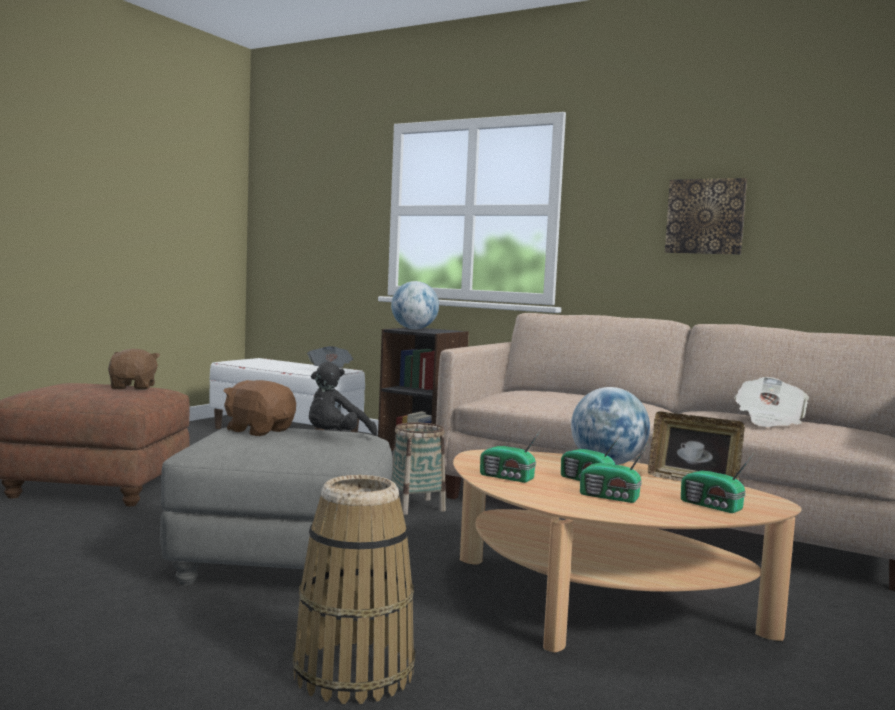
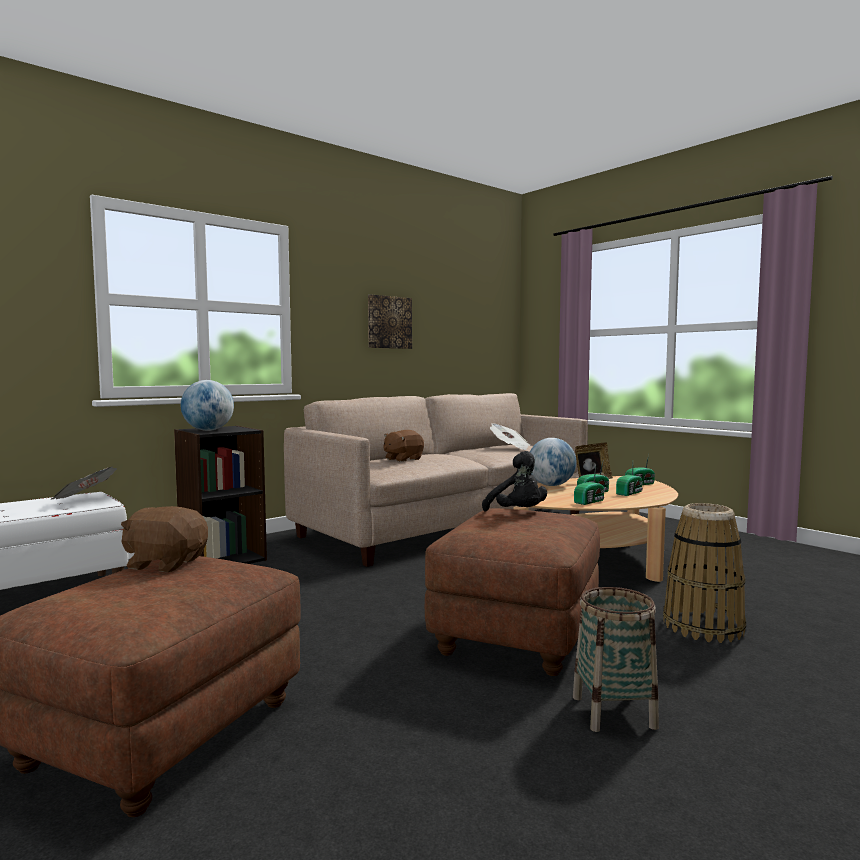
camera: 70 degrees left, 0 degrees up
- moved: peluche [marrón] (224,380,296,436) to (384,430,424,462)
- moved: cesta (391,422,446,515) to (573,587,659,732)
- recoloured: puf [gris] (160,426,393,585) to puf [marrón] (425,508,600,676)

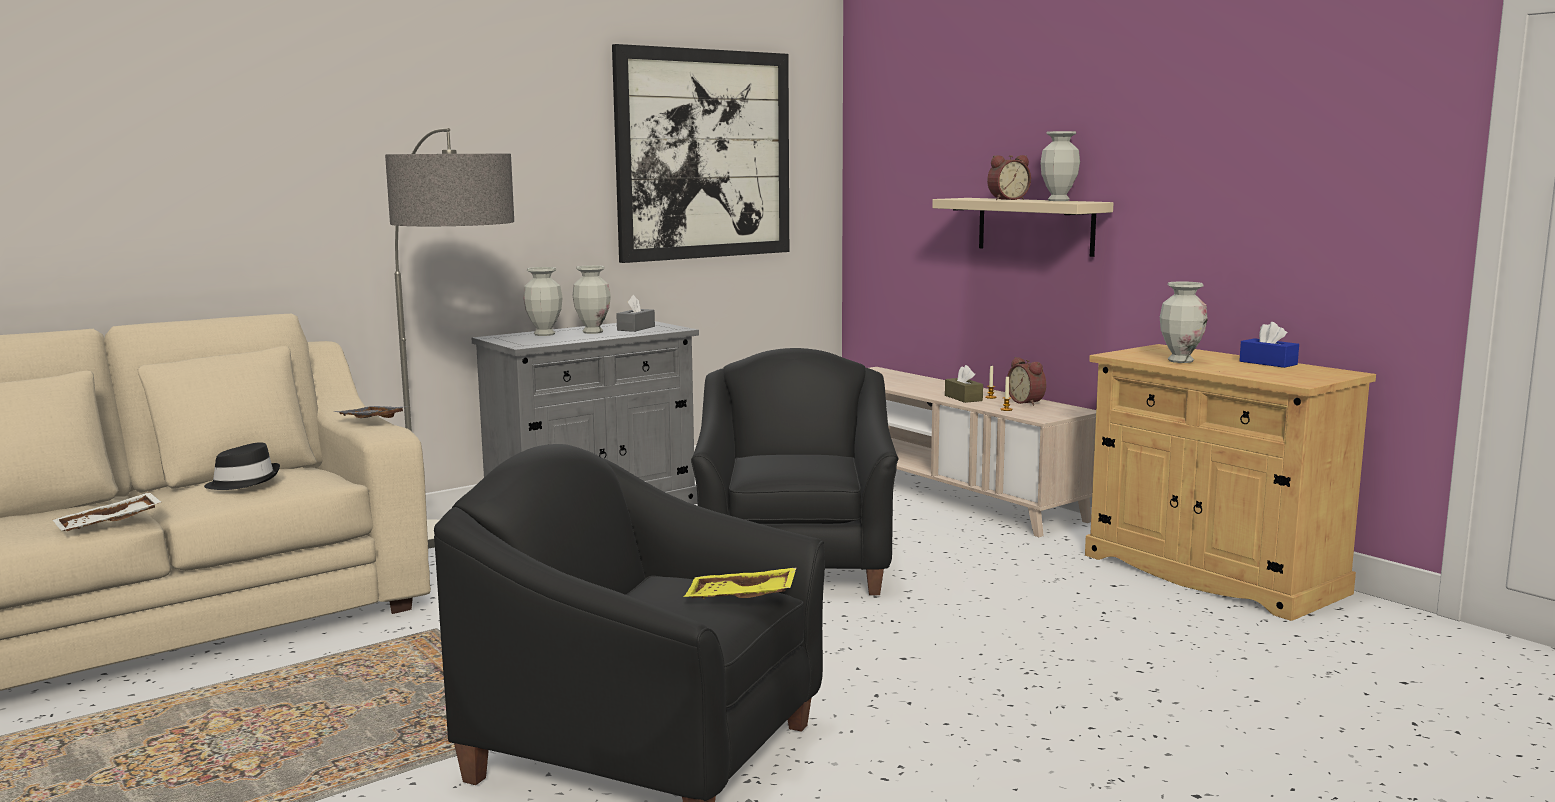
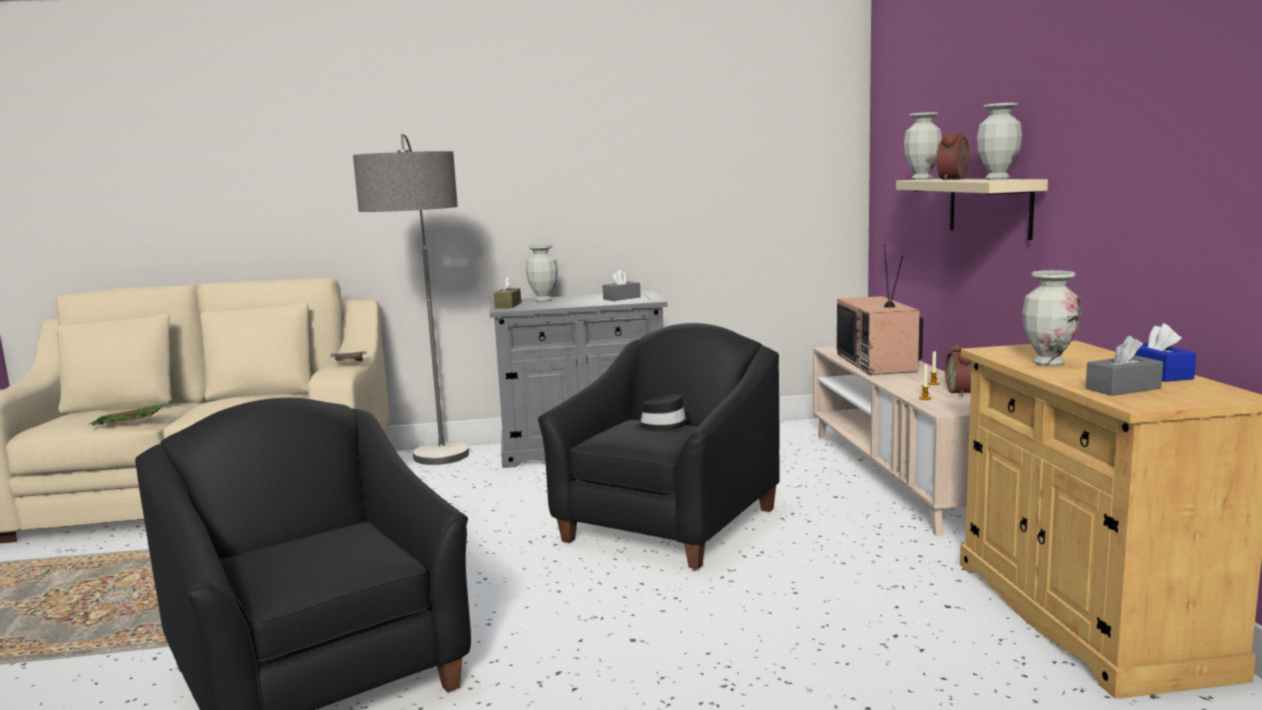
camera: 30 degrees right, 0 degrees up
- removed: cuadro (612,44,789,263)
- turned: despertador (987,155,1031,200) = (937,133,972,180) 120 degrees clockwise
- moved: florero (573,265,611,334) to (904,112,942,180)
- moved: caja de pañuelos [marrón] (945,365,983,403) to (494,276,521,308)
- moved: sombrero [negro] (204,442,280,490) to (634,394,691,432)
- recoloured: bandeja [blanco] (53,492,161,531) to bandeja [verde] (87,403,166,426)
- removed: bandeja [amarillo] (684,567,797,599)
- added: televisor (837,244,923,375)
- added: caja de pañuelos [gris] (1086,336,1163,396)

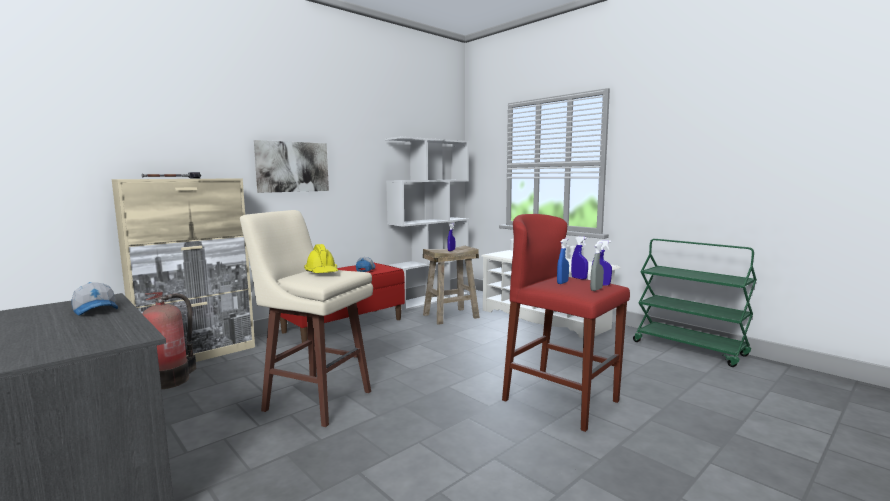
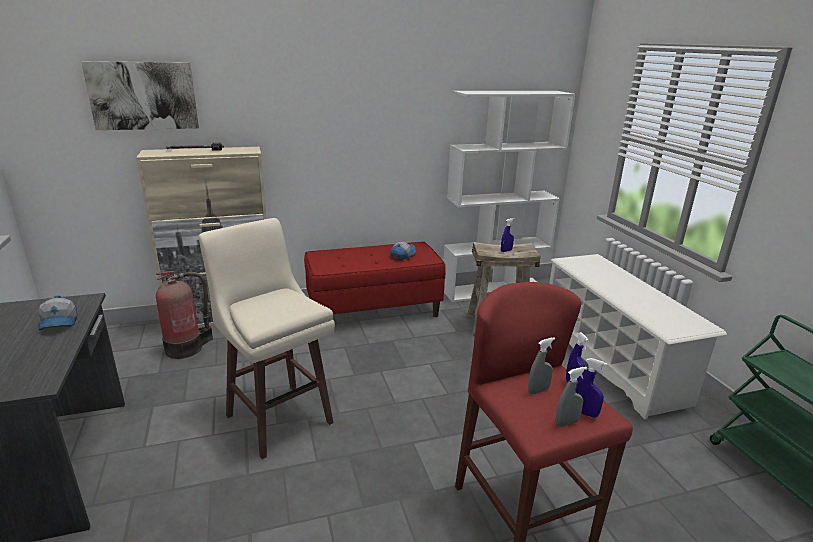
camera: 25 degrees right, 15 degrees up
- moved: cuadro (254,140,329,193) to (81,61,199,130)
- recoloured: pulverizador [azul] (557,238,569,284) to pulverizador [gris] (528,337,555,394)
- removed: casco [amarillo] (304,244,338,273)

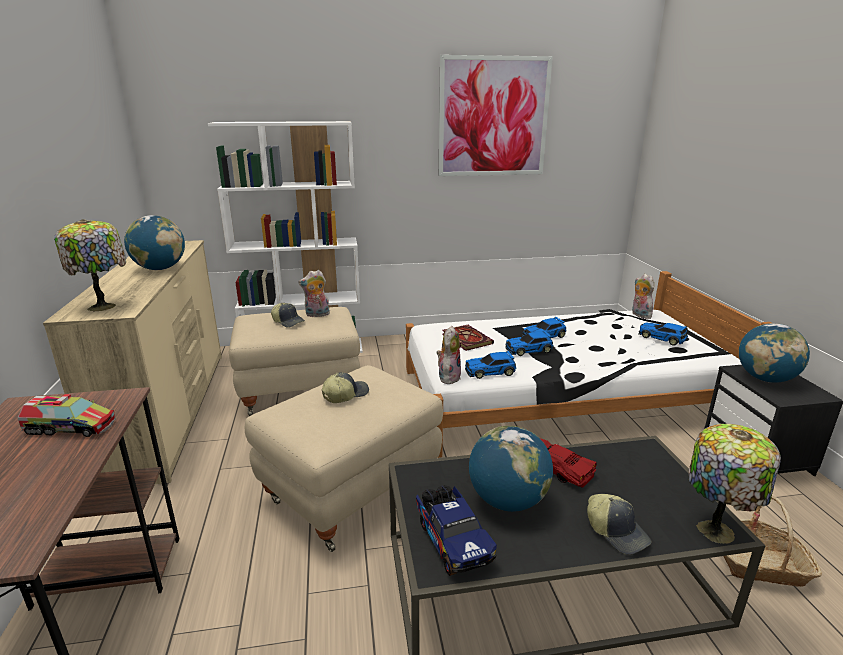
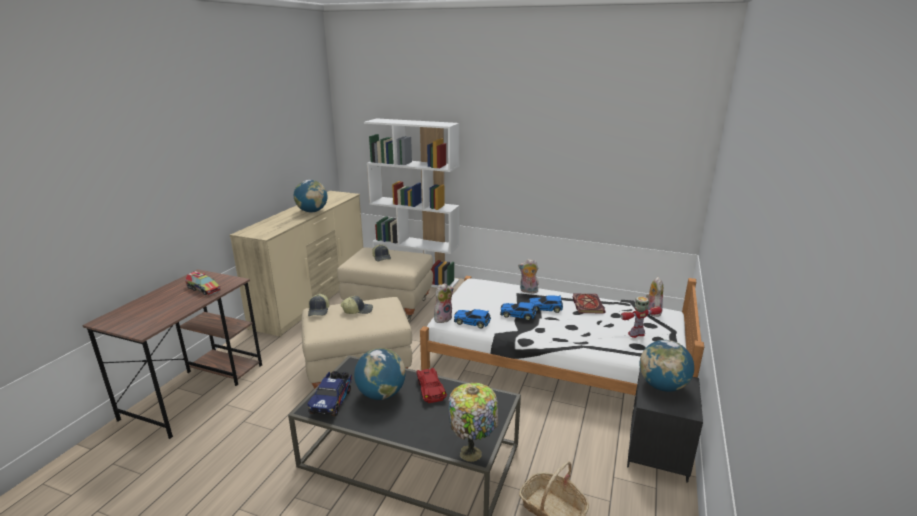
camera: 30 degrees right, 0 degrees up
- removed: cuadro (439,55,553,176)
- removed: lámpara de mesa (54,219,126,311)
- moved: peluche (298,270,330,317) to (518,259,539,293)
- replaced: coche de juguete (638,323,688,346) to robot de juguete (620,296,662,338)
- moved: libro (442,325,494,351) to (573,294,605,313)
- moved: gorra (587,494,652,555) to (308,294,329,316)

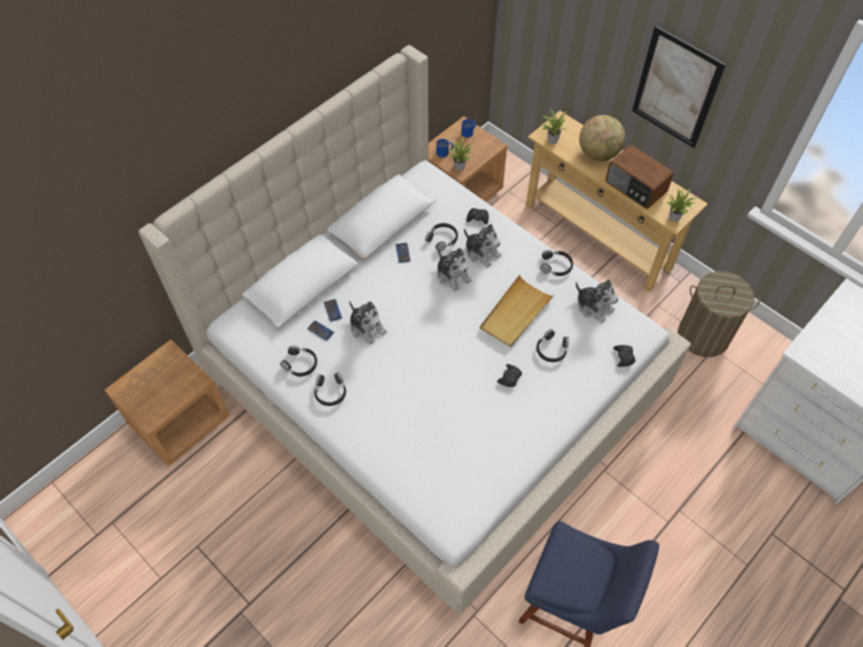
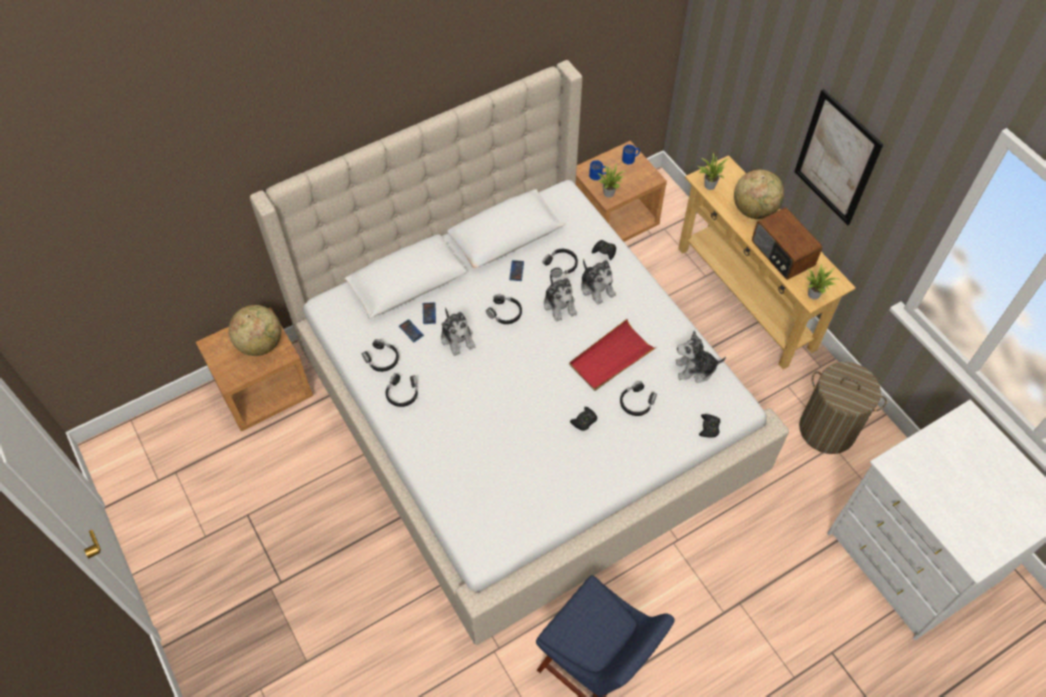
camera: 15 degrees right, 0 degrees up
- moved: auriculares [negro] (540,250,573,276) to (486,294,522,324)
- recoloured: bandeja [beis] (480,275,554,348) to bandeja [rojo] (569,319,656,391)
- turned: peluche (576,279,619,323) = (676,331,726,383) 120 degrees clockwise
- added: globo terráqueo (229,305,281,356)

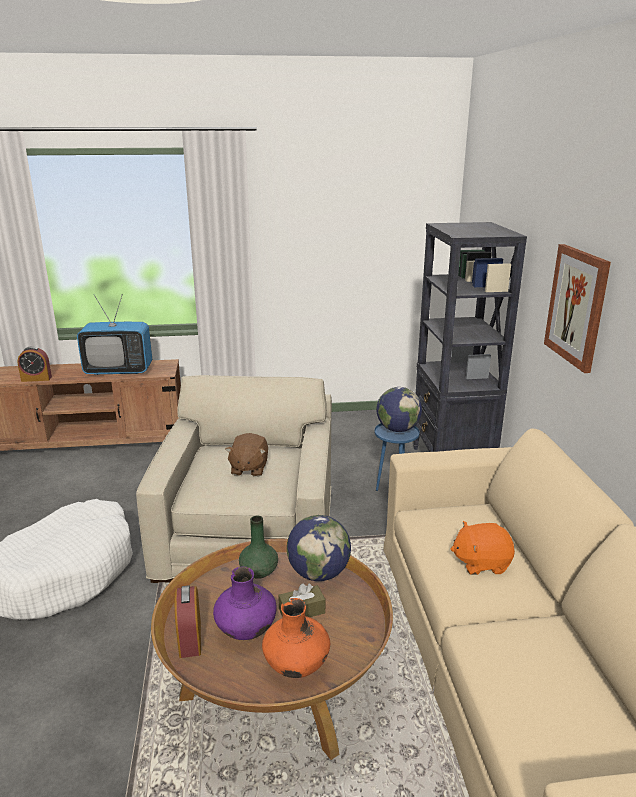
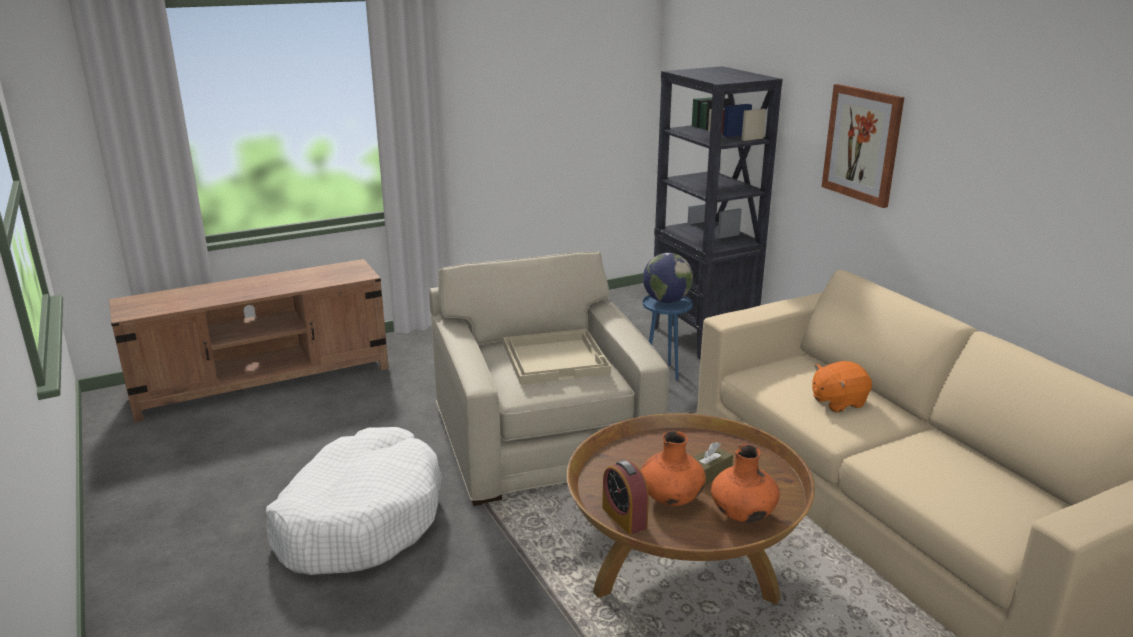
camera: 20 degrees left, 0 degrees up
- removed: televisor (77,294,152,375)
- removed: despertador (17,346,52,382)
- replaced: peluche [marrón] (225,433,268,477) to bandeja [beis] (503,329,611,385)
- removed: florero [verde] (239,515,278,579)
- removed: globo terráqueo (287,515,351,581)
- recoloured: florero [morado] (213,567,277,640) to florero [naranja] (641,431,706,506)

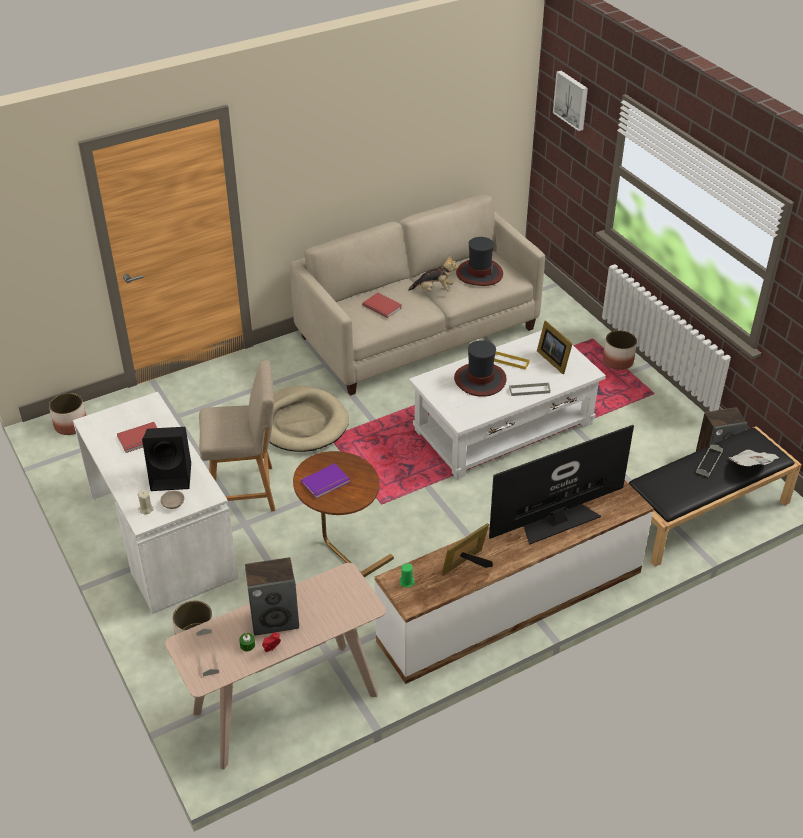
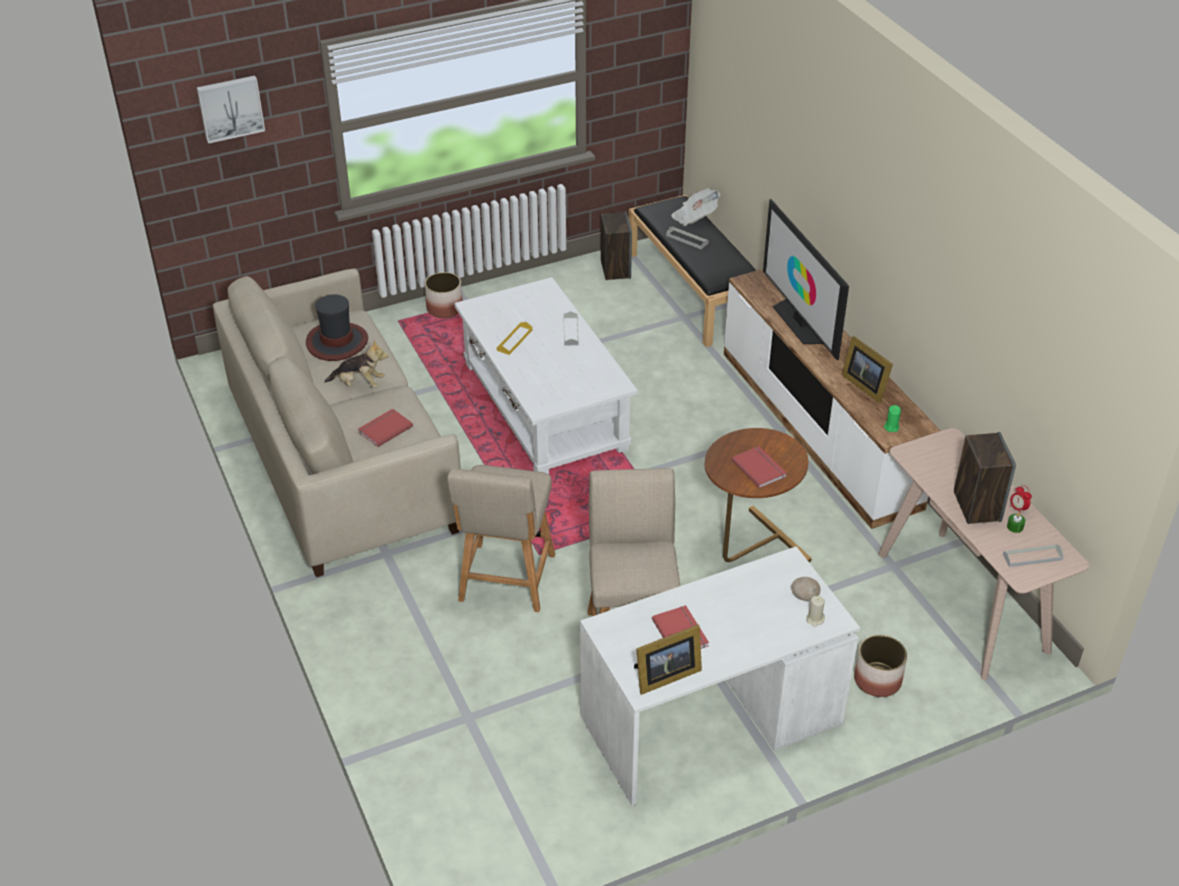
camera: 85 degrees left, 0 degrees up
- turned: peluche (408,256,458,291) = (325,339,388,387) 90 degrees clockwise
- moved: portarretratos (537,321,573,374) to (634,625,702,695)
- removed: sombrero (454,340,507,397)
- replaced: cama para perro [beis] (269,386,349,452) to silla [beis] (447,465,555,612)
- removed: maceta (49,393,86,435)
- removed: altavoz [negro] (142,427,191,491)
- recoloured: libro [morado] (301,463,350,499) to libro [rojo] (732,446,787,488)

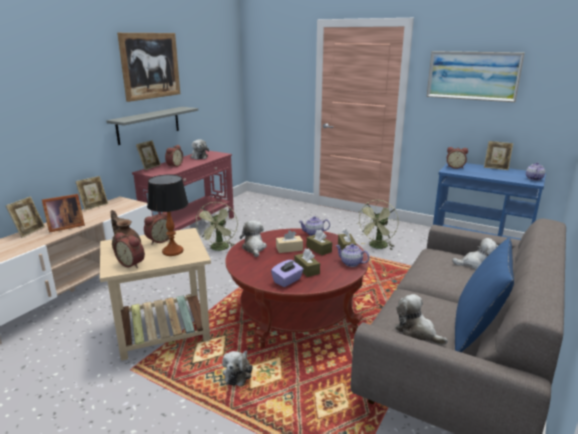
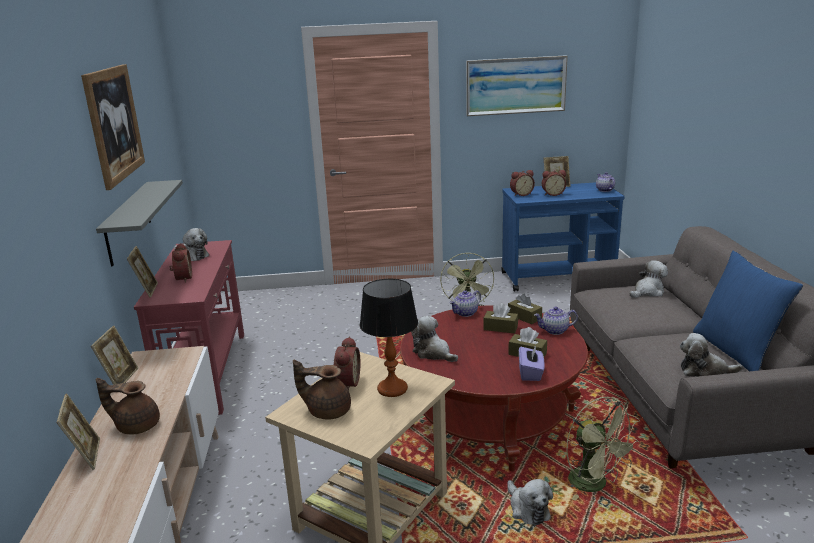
camera: 35 degrees left, 0 degrees up
- replaced: portarretratos (42,194,85,233) to tetera [marrón] (96,378,160,434)
- moved: ventilador [verde] (196,202,238,251) to (566,397,640,501)
- removed: caja de pañuelos [beis] (276,230,303,253)
- moved: despertador (114,232,145,268) to (542,170,566,196)

